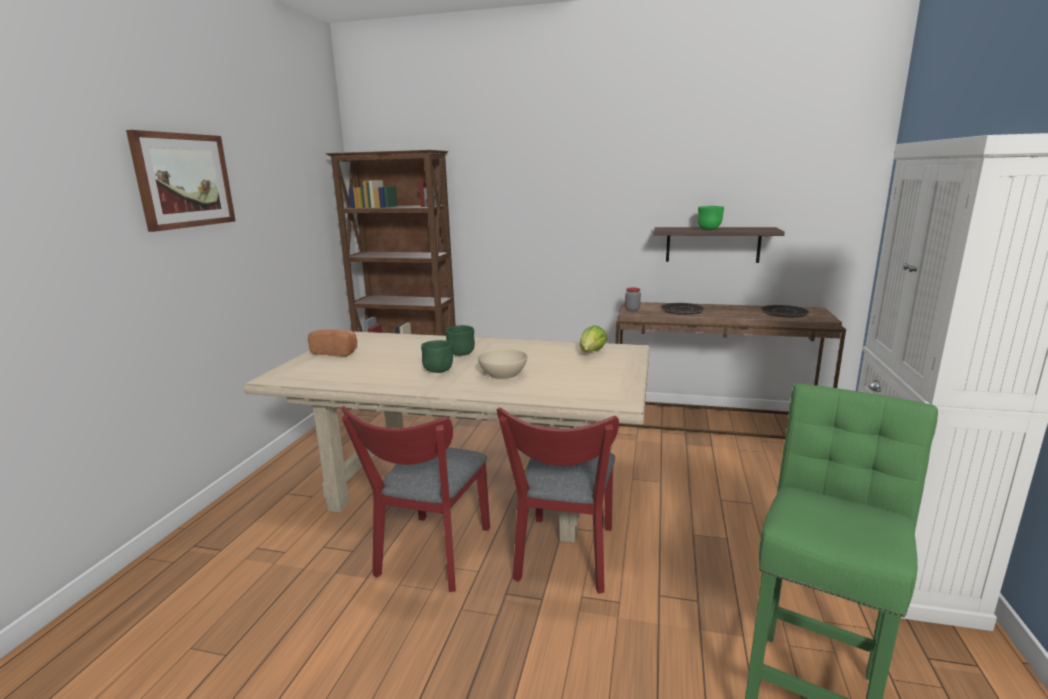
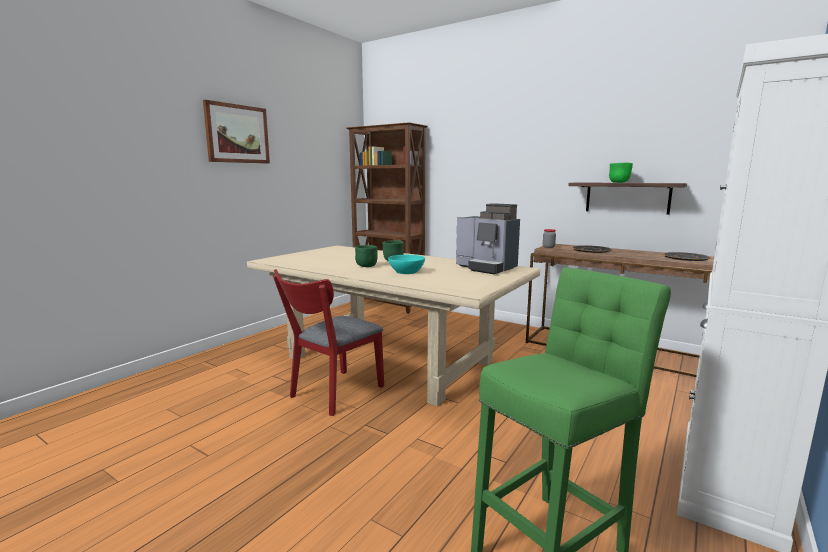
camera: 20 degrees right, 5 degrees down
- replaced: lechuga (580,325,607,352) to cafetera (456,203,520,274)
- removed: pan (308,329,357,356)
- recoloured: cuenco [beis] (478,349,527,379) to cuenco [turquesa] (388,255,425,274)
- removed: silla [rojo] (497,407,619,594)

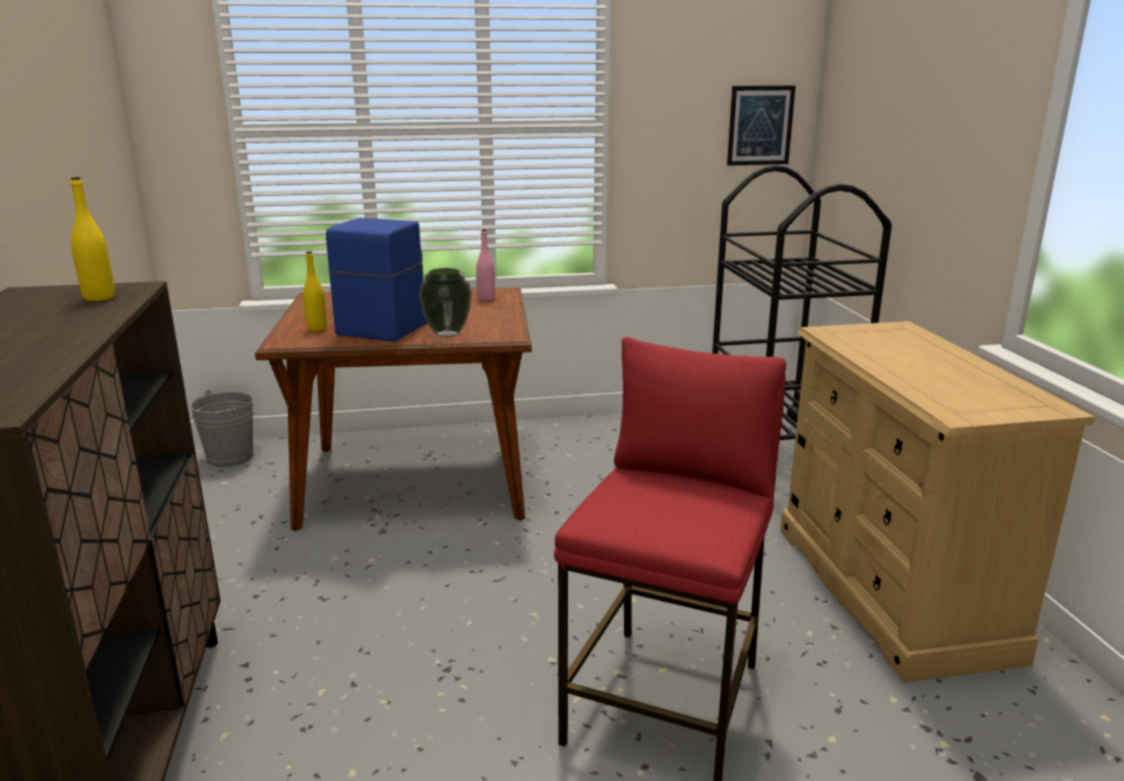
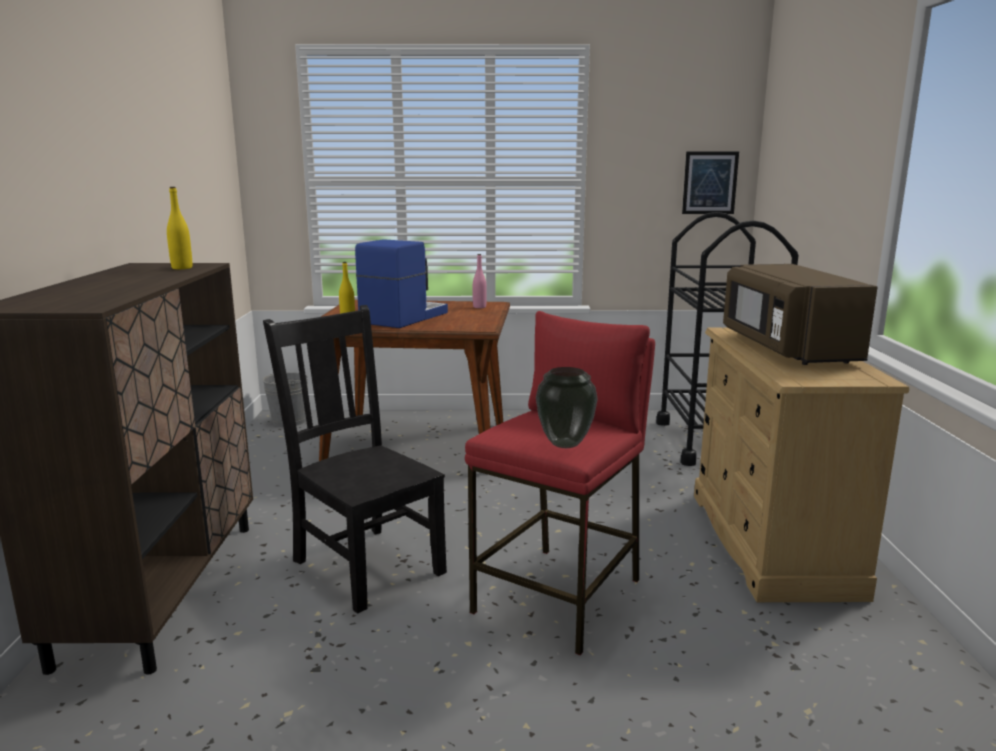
camera: 10 degrees right, 5 degrees down
- moved: florero (419,268,472,338) to (536,367,597,448)
- added: microondas [marrón] (723,264,878,365)
- added: silla [negro] (263,305,447,614)

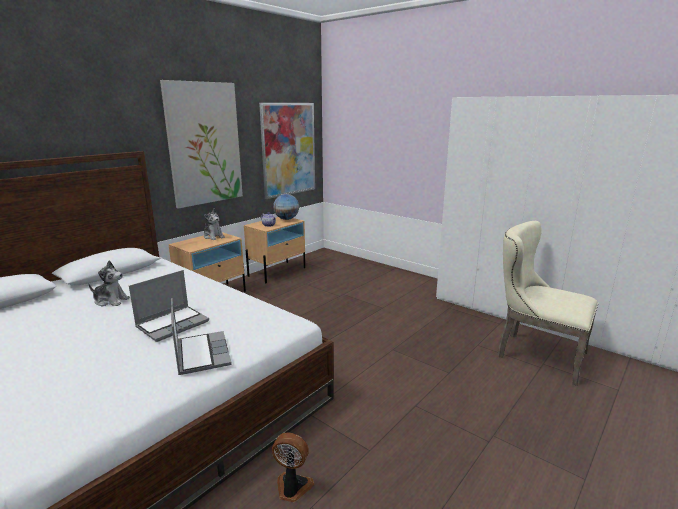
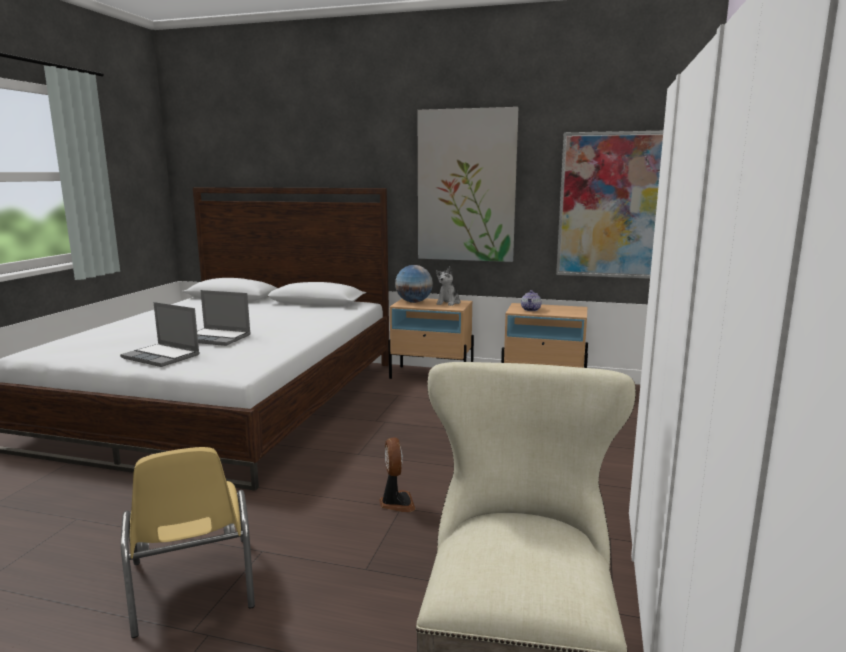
camera: 65 degrees right, 5 degrees down
- moved: globo terráqueo (273,194,299,220) to (395,265,433,303)
- removed: peluche (88,261,130,307)
- turned: portátil (171,298,232,375) = (120,302,200,367) 75 degrees clockwise
- moved: ventilador (272,432,314,502) to (380,437,416,512)
- added: silla [amarillo] (121,447,255,638)

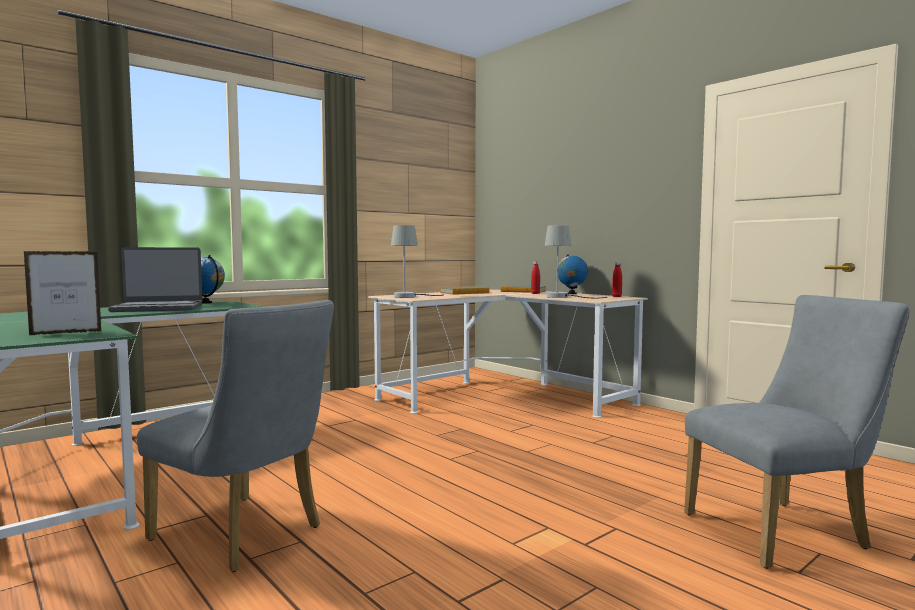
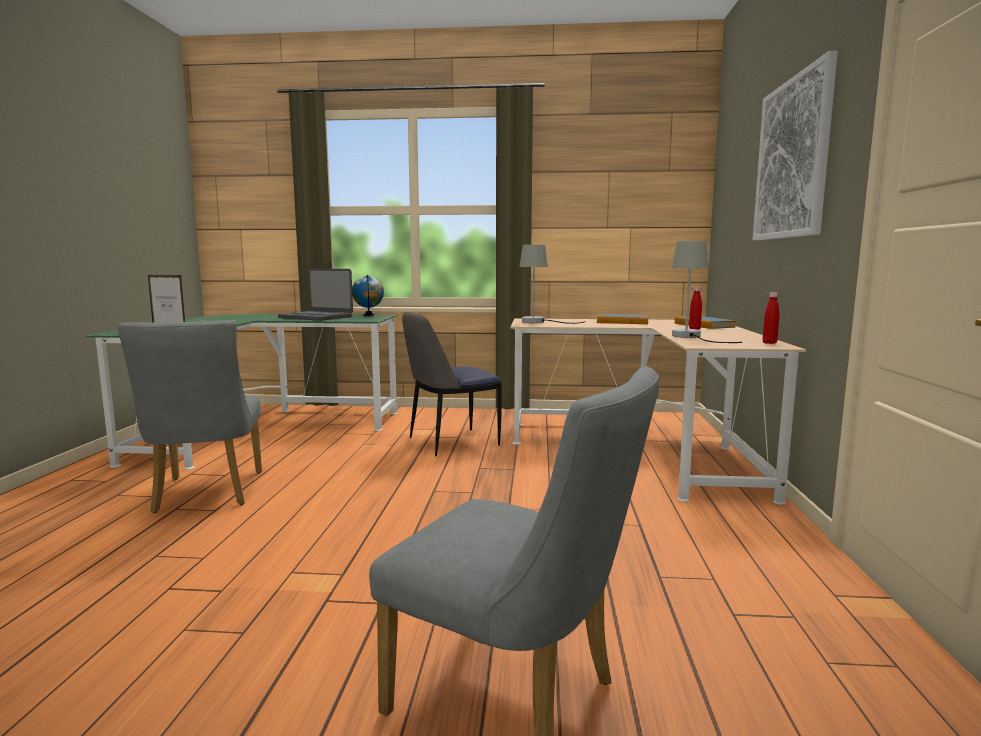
camera: 45 degrees right, 5 degrees up
- removed: globo terráqueo (558,254,588,294)
- added: cuadro (753,51,838,240)
- added: silla (402,312,502,456)

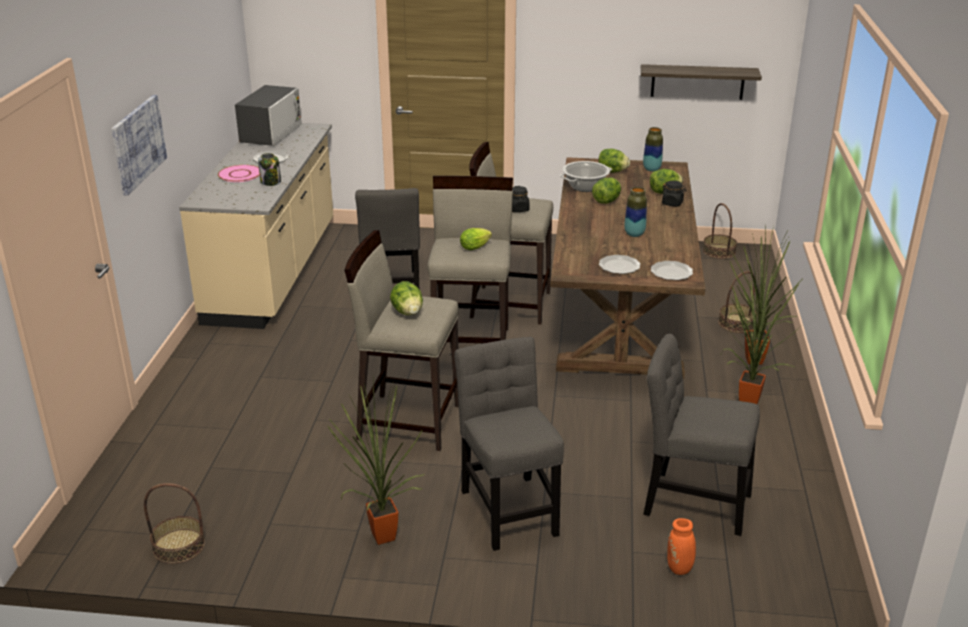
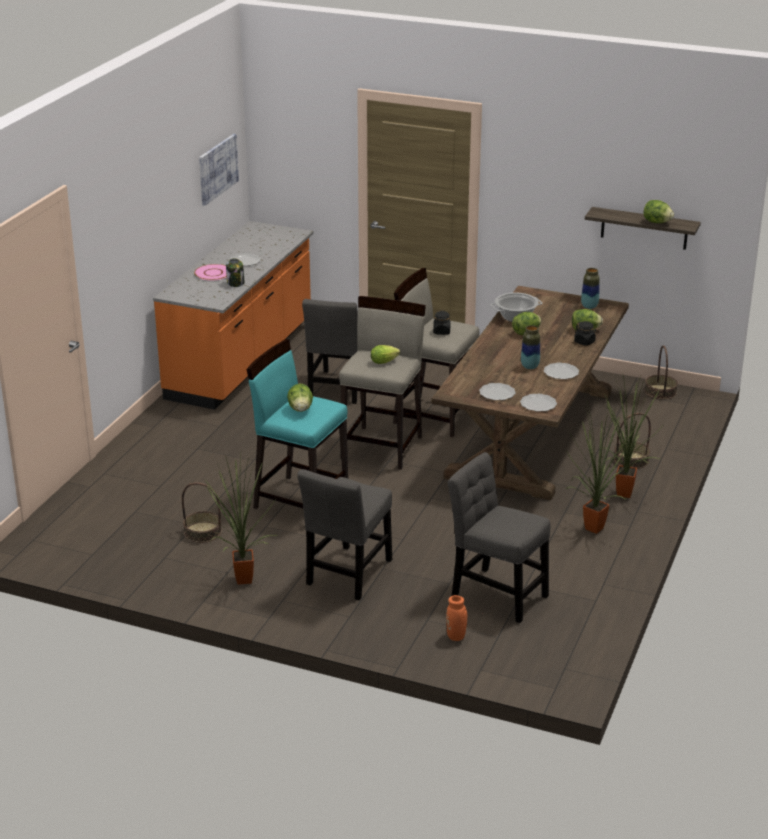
camera: 15 degrees right, 0 degrees up
- removed: microondas (235,85,302,146)
- moved: cuadro (111,95,167,196) to (199,134,239,206)
- recoloured: mueble bajo de cocina [beis] (179,123,333,329) to mueble bajo de cocina [naranja] (153,221,314,410)
- moved: lechuga (598,149,630,172) to (644,200,674,223)
- recoloured: taburete [beis] (344,230,459,451) to taburete [turquesa] (246,339,348,509)
- turned: silla [gris] (454,337,564,551) = (297,469,392,600) 150 degrees counterclockwise
- moved: cesta (144,483,205,564) to (182,482,222,543)
- added: plato (544,363,579,379)

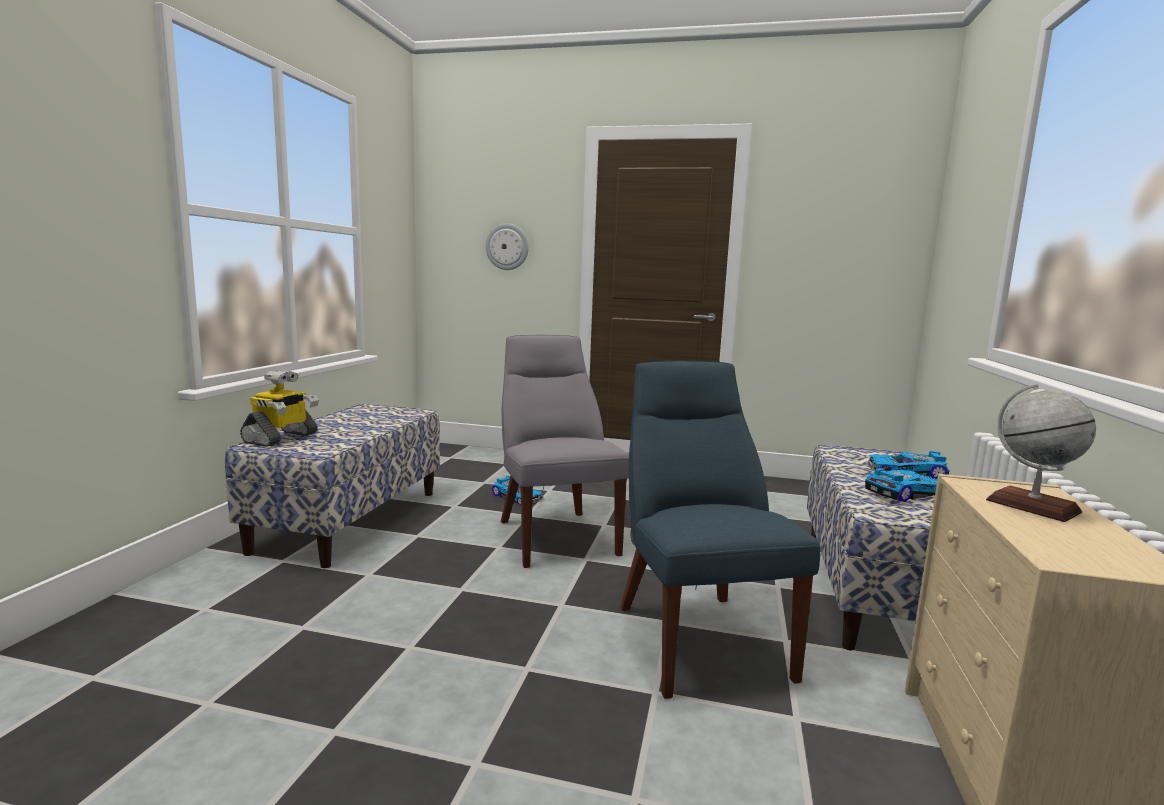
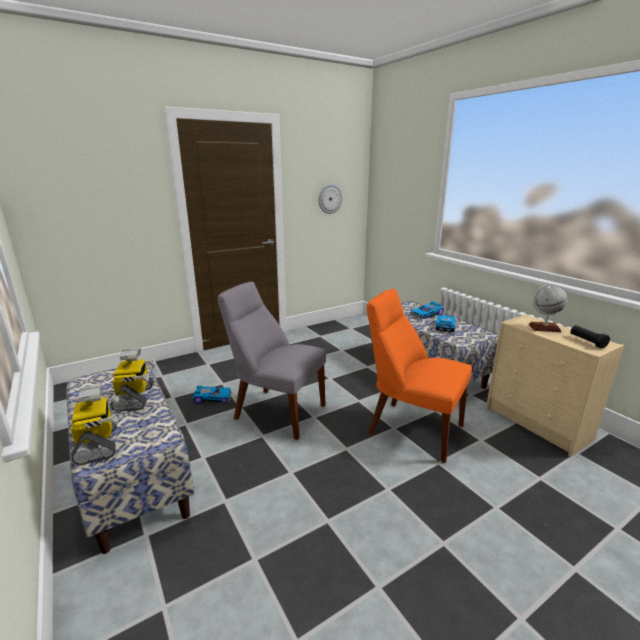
camera: 45 degrees left, 10 degrees up
- moved: reloj de pared (486,223,529,270) to (318,184,343,214)
- recoloured: silla [azul] (620,361,821,699) to silla [naranja] (367,289,472,463)
- added: linterna [negro] (570,325,610,348)
- added: robot de juguete (111,348,156,412)

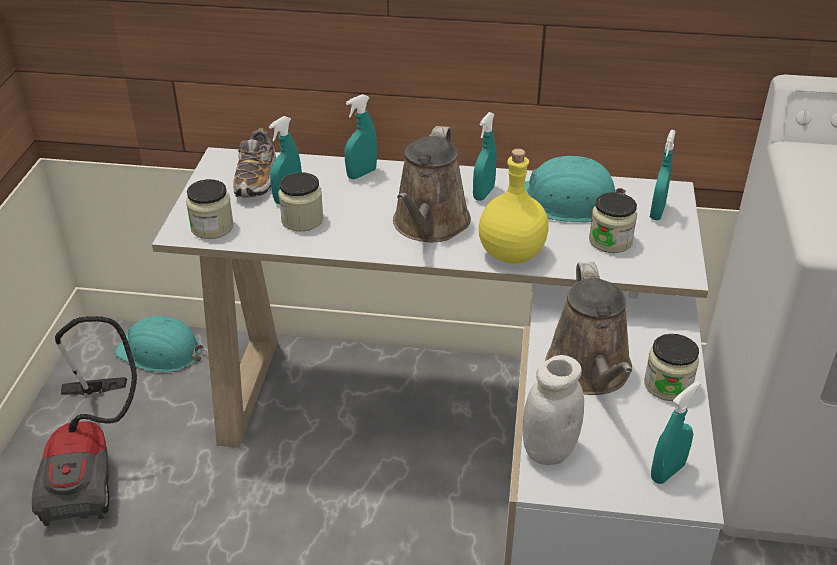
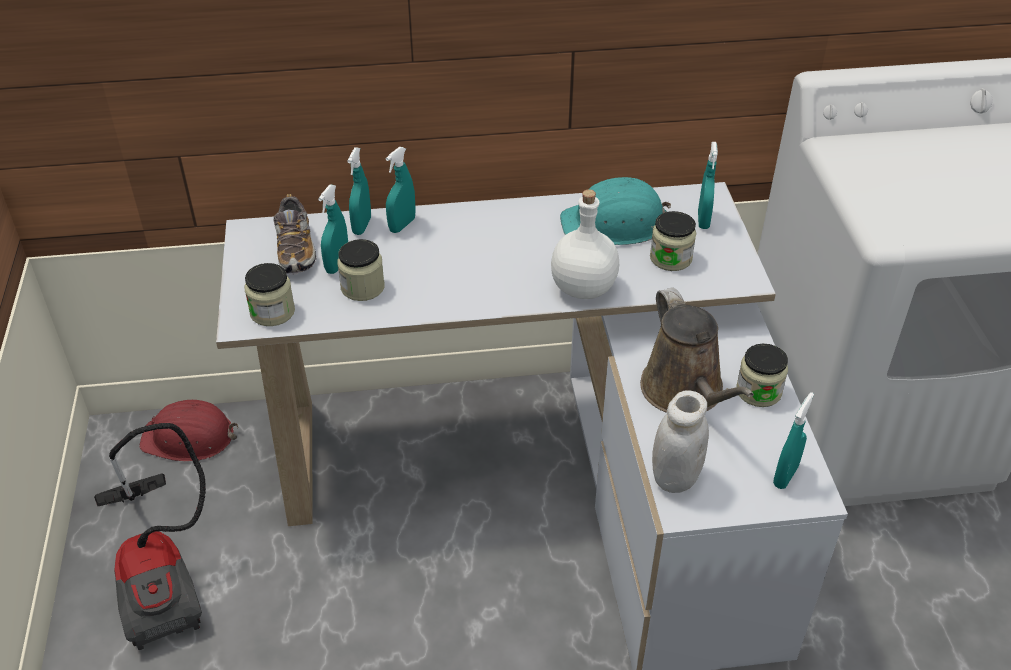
camera: 15 degrees left, 5 degrees up
- moved: pulverizador [turquesa] (473,112,497,201) to (347,147,371,235)
- removed: regadera [marrón] (393,126,471,242)
- recoloured: botella [amarillo] (479,149,549,264) to botella [blanco] (551,189,619,299)
- recoloured: casco [turquesa] (115,316,204,373) to casco [rojo] (140,400,239,462)

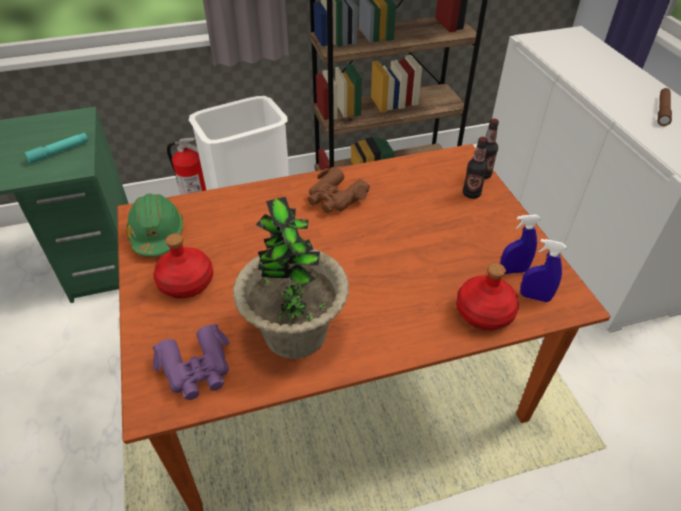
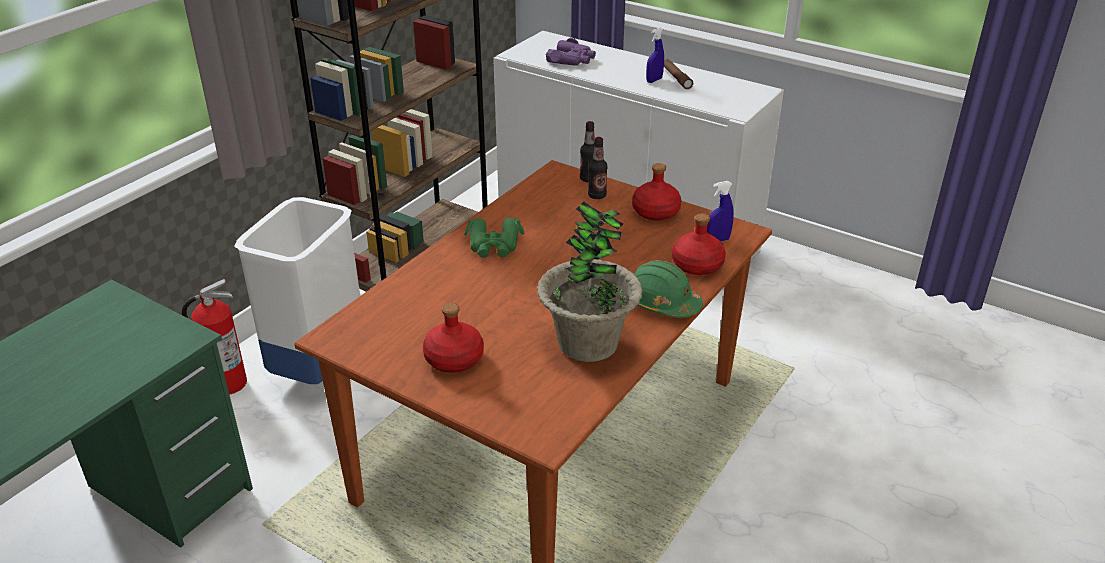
camera: 40 degrees left, 10 degrees down
- removed: linterna [turquesa] (24,133,88,164)
- recoloured: prismáticos [marrón] (307,167,370,213) to prismáticos [verde] (464,218,525,258)
- moved: casco [verde] (126,194,183,256) to (634,260,703,318)
- moved: pulverizador [azul] (500,214,541,274) to (646,27,664,83)
- moved: prismáticos [morado] (153,324,229,400) to (546,38,596,66)
- added: botella [rojo] (632,163,682,221)

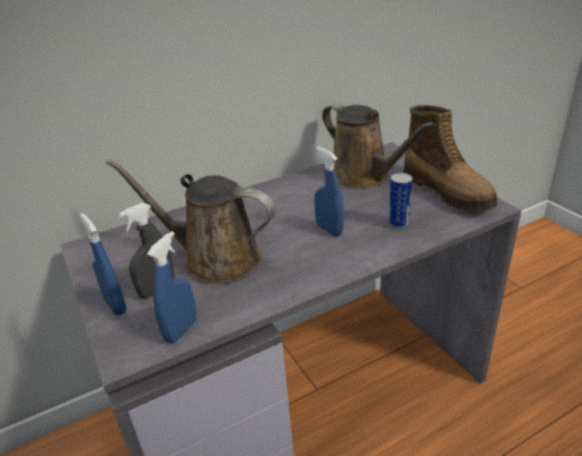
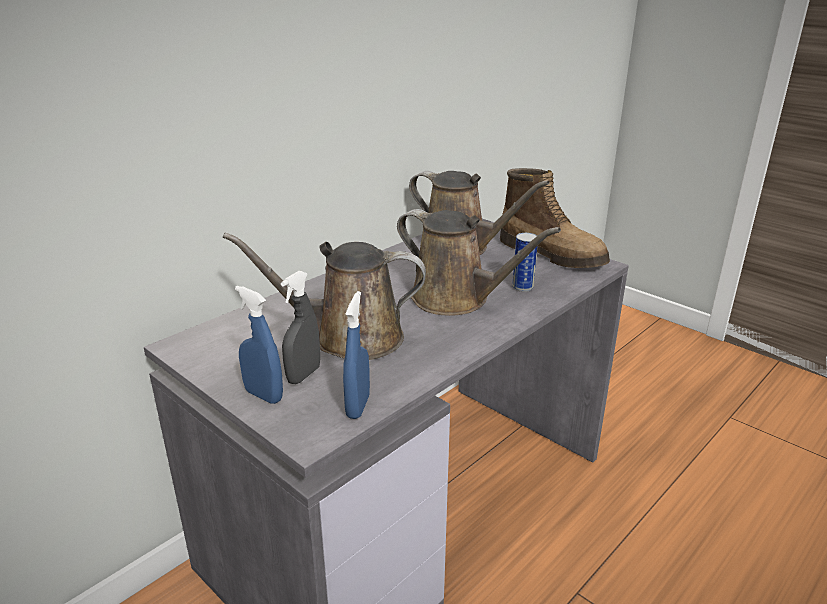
camera: 20 degrees left, 5 degrees down
- replaced: pulverizador [azul] (314,147,344,237) to regadera [marrón] (397,209,561,316)

